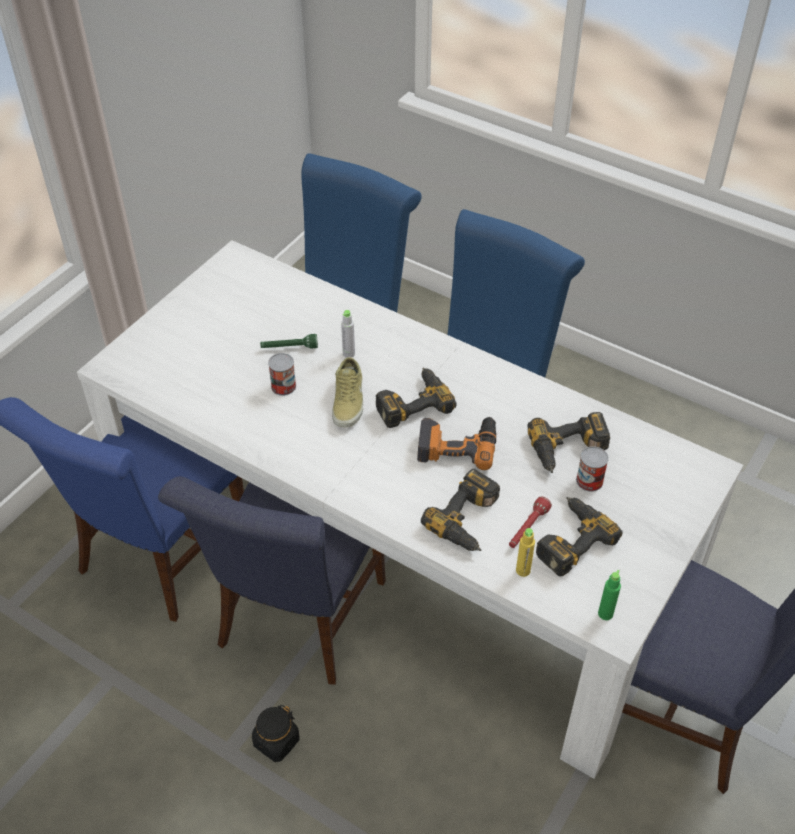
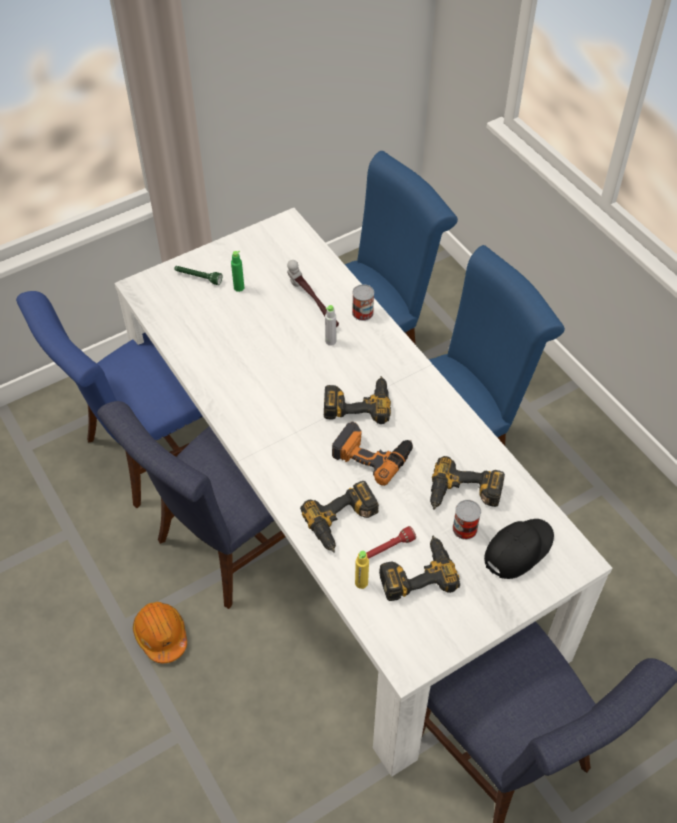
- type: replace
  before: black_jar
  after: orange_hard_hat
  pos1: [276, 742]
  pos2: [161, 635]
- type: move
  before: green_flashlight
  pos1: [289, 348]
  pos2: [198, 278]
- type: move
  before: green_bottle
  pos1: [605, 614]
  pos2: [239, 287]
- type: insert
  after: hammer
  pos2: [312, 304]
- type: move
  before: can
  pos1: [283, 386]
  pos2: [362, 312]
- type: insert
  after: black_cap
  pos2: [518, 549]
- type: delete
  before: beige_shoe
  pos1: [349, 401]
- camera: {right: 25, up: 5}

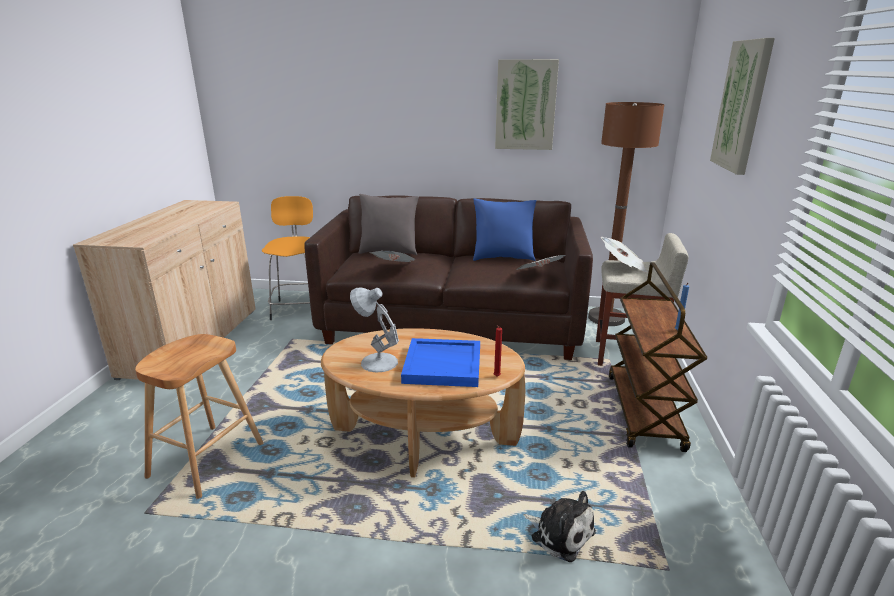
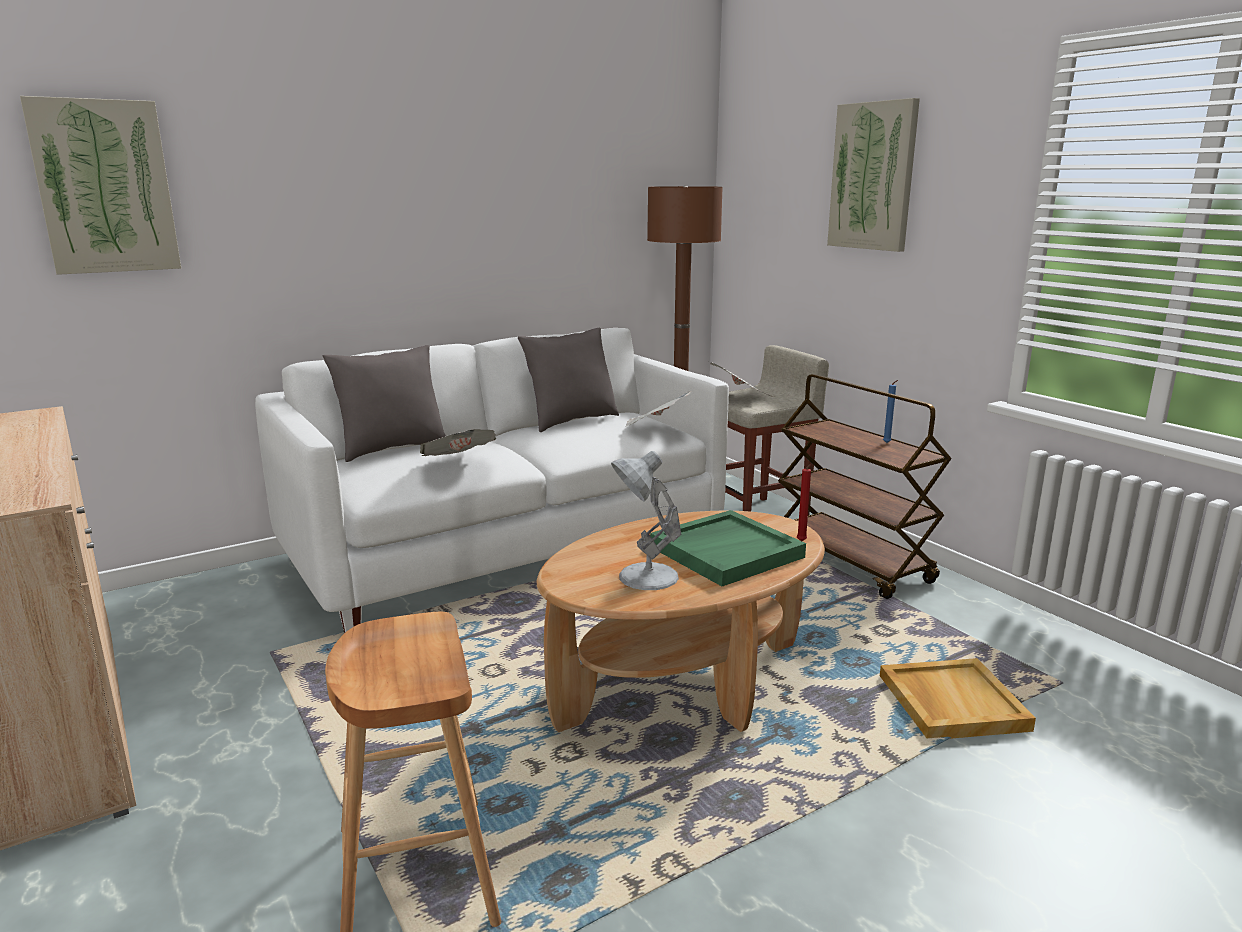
- type: move
  before: picture
  pos1: [525, 105]
  pos2: [105, 187]
- type: recolor
  before: brown_sofa
  after: white_sofa
  pos1: [452, 325]
  pos2: [508, 548]
- type: recolor
  before: blue_pillow
  after: grey_pillow
  pos1: [503, 258]
  pos2: [571, 421]
- type: recolor
  before: blue_tray
  after: green_tray
  pos1: [443, 365]
  pos2: [726, 551]
- type: replace
  before: plush_toy
  after: beige_tray
  pos1: [559, 533]
  pos2: [950, 702]
- type: delete
  before: orange_stool
  pos1: [298, 308]
- camera: {right: -40, up: -5}

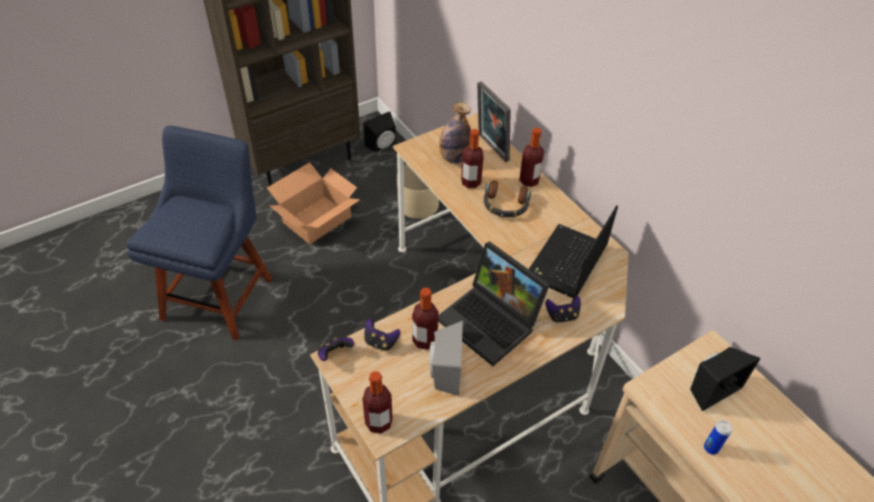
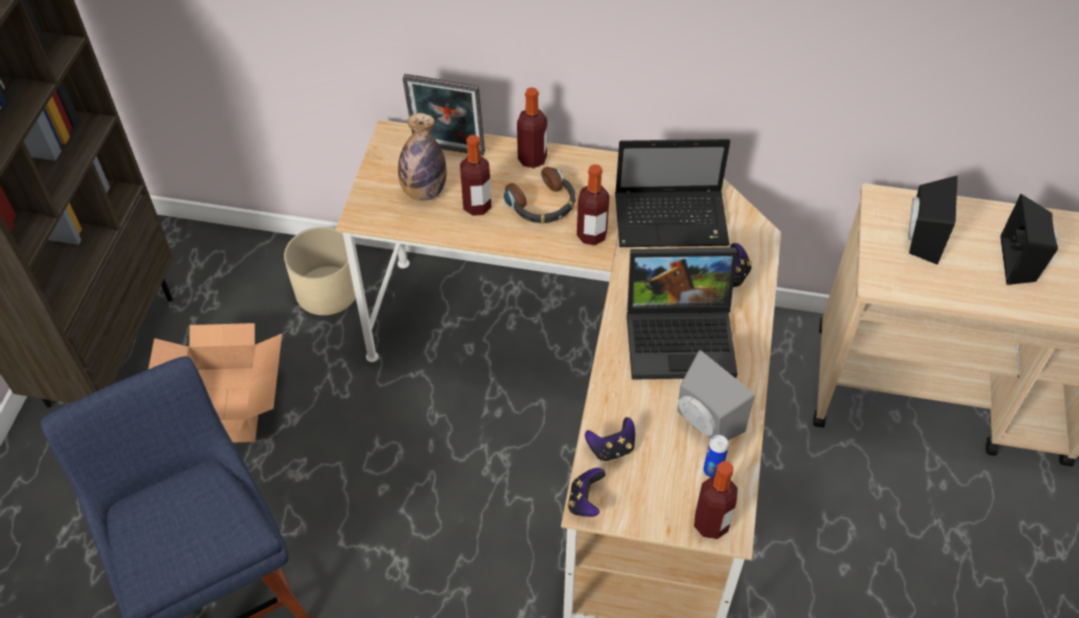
- type: move
  before: bottle
  pos1: [425, 340]
  pos2: [591, 235]
- type: rotate
  before: laptop
  pos1: [566, 263]
  pos2: [673, 220]
  turn: -75
- type: move
  before: can
  pos1: [710, 448]
  pos2: [712, 470]
- type: move
  before: black_speaker
  pos1: [382, 146]
  pos2: [1022, 262]
- camera: {right: -45, up: 5}

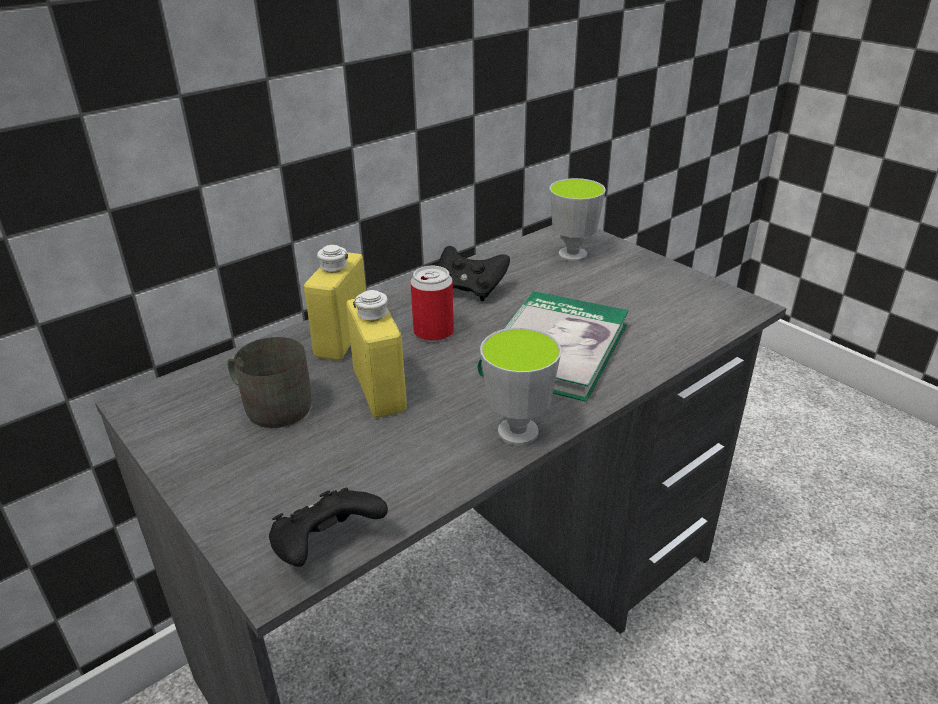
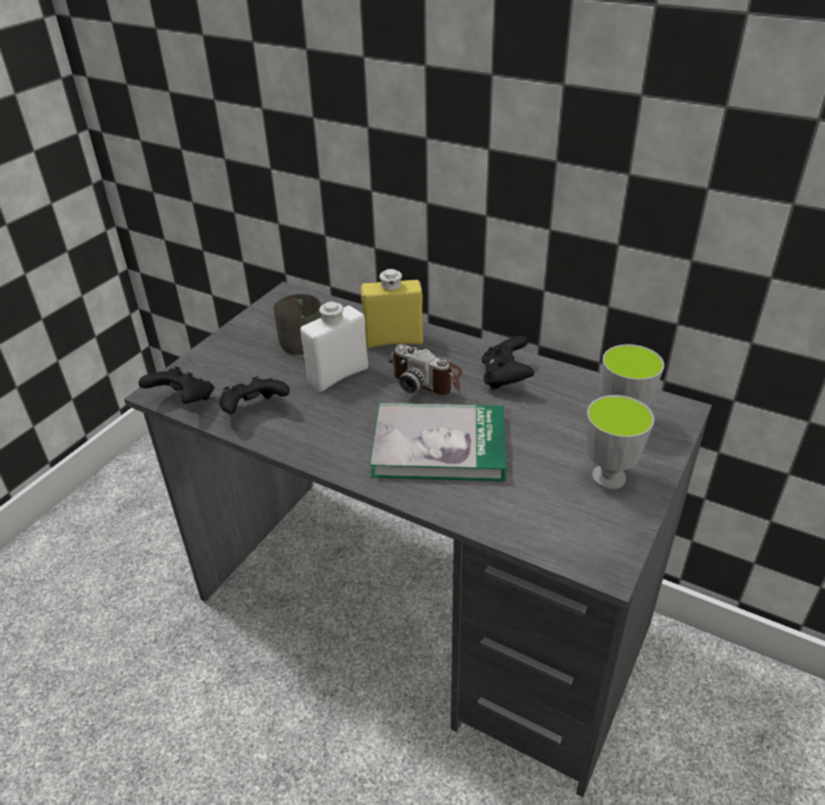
- type: insert
  after: black_game_controller
  pos2: [255, 411]
- type: recolor
  before: yellow_bottle
  after: white_bottle
  pos1: [379, 391]
  pos2: [338, 375]
- type: replace
  before: can
  after: photo_camera
  pos1: [433, 332]
  pos2: [427, 377]
- type: move
  before: cup
  pos1: [518, 432]
  pos2: [608, 477]
- camera: {right: 70, up: 5}

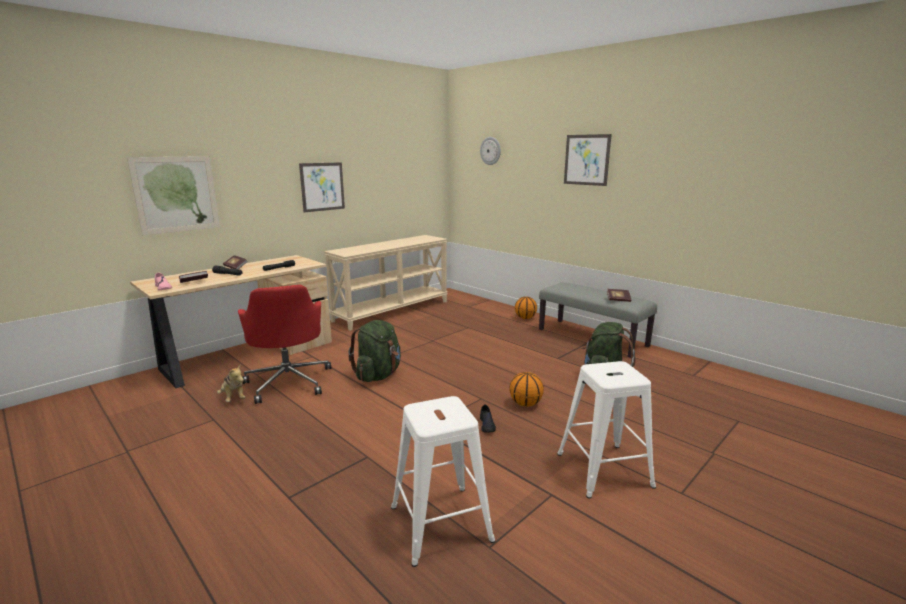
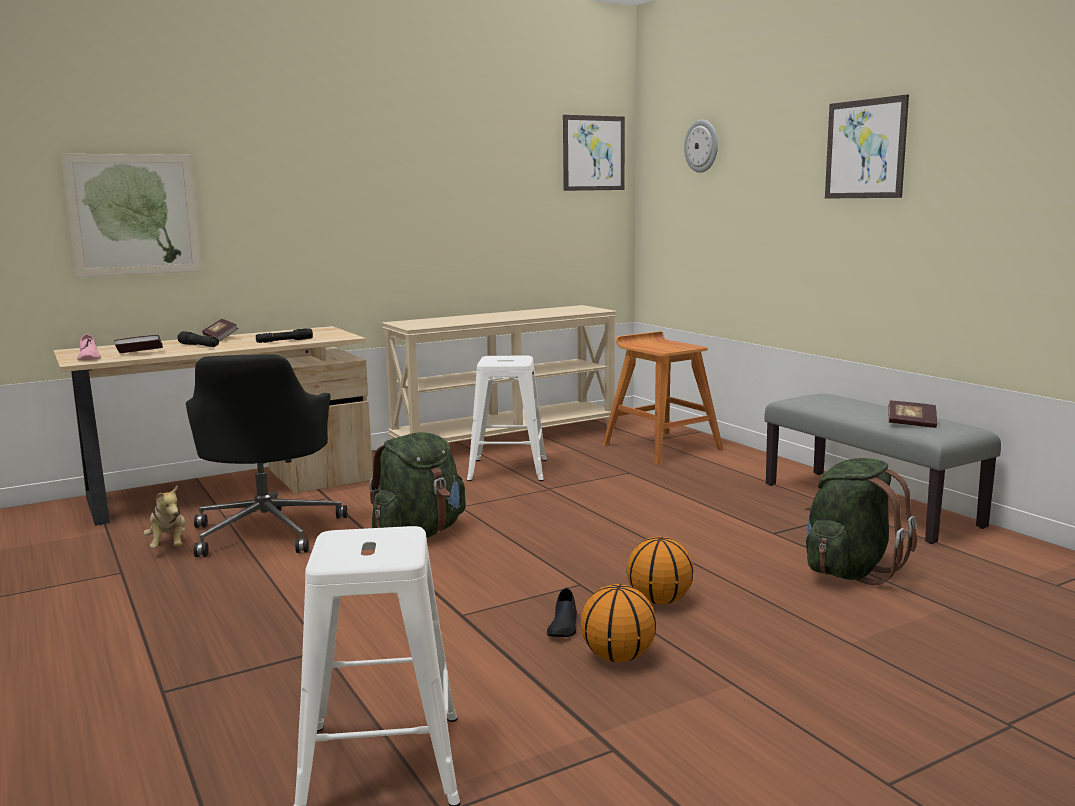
- type: recolor
  before: red_office_chair
  after: black_office_chair
  pos1: [289, 381]
  pos2: [267, 530]
- type: move
  before: white_stool
  pos1: [604, 469]
  pos2: [509, 469]
- type: move
  before: picture
  pos1: [322, 186]
  pos2: [593, 153]
- type: move
  before: basketball
  pos1: [525, 318]
  pos2: [619, 657]
- type: insert
  after: brown_stool
  pos2: [661, 447]
- camera: {right: 15, up: -5}

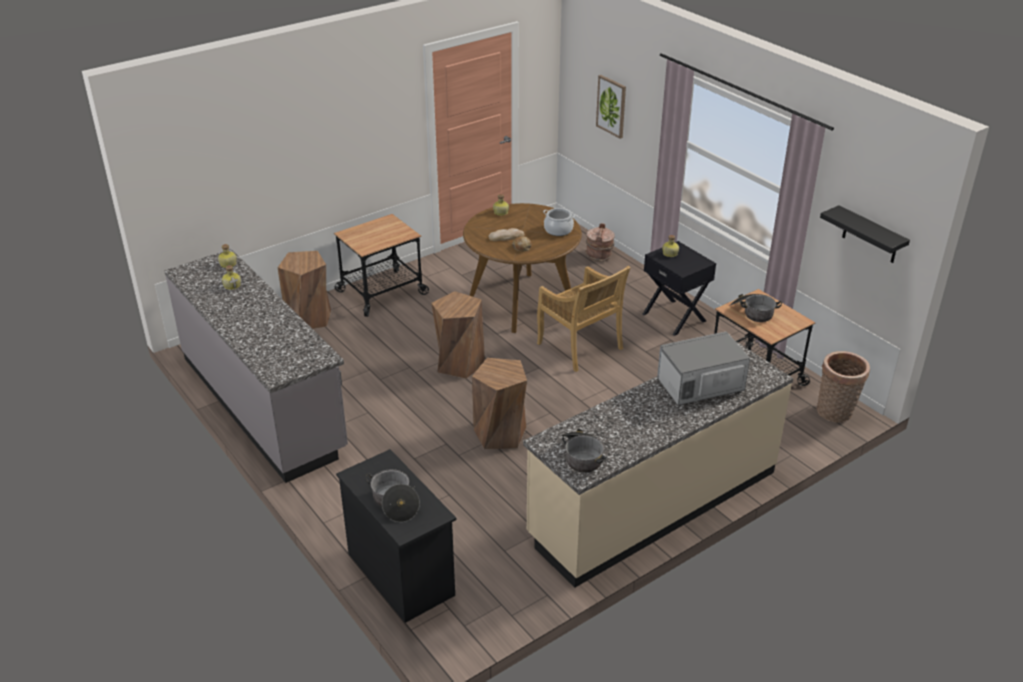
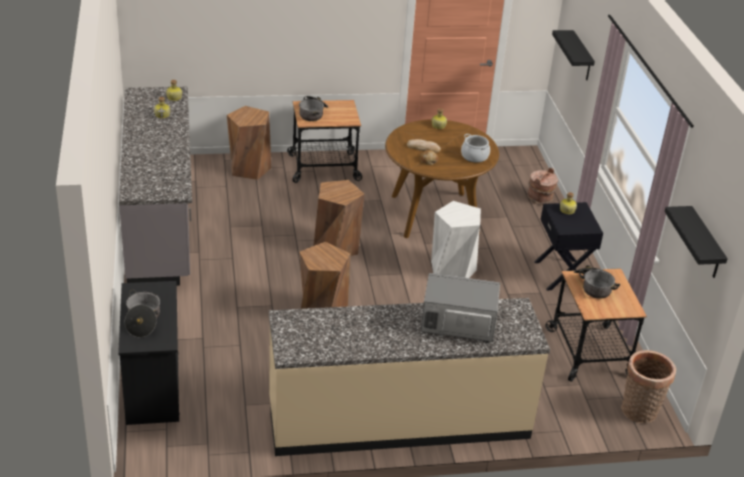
- type: move
  before: cooking_pot
  pos1: [582, 456]
  pos2: [313, 113]
- type: replace
  before: beige_chair
  after: white_stool
  pos1: [580, 347]
  pos2: [452, 270]
- type: replace
  before: picture
  after: black_shelf
  pos1: [611, 106]
  pos2: [581, 56]
- camera: {right: 25, up: 0}

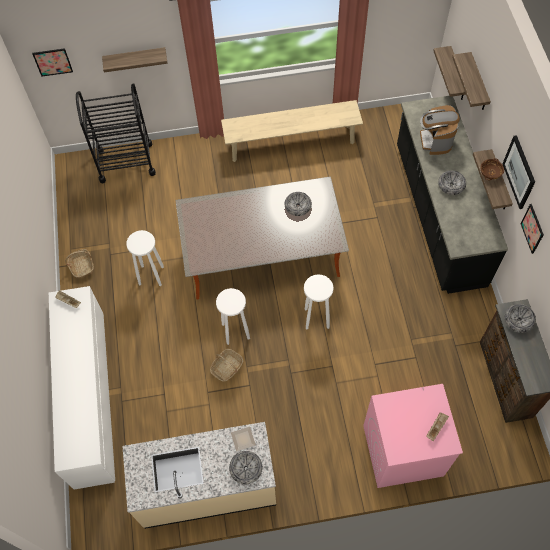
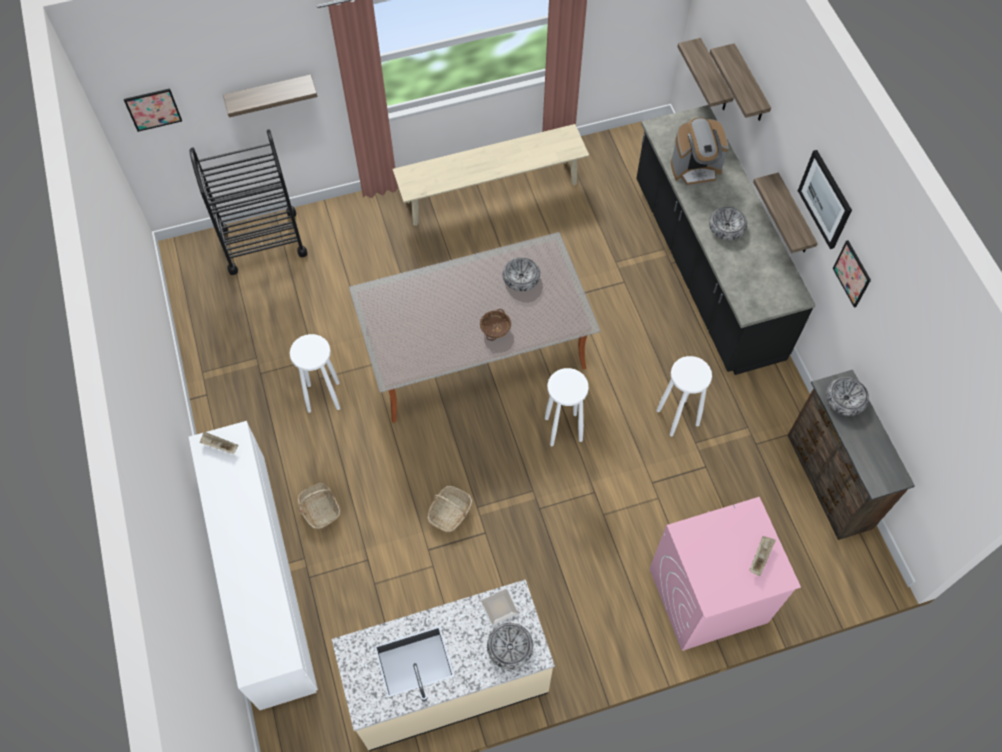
- type: move
  before: basket
  pos1: [82, 266]
  pos2: [320, 509]
- type: move
  before: brown_bowl
  pos1: [490, 172]
  pos2: [495, 328]
- type: move
  before: white_stool
  pos1: [235, 331]
  pos2: [677, 417]
- type: rotate
  before: coffee_machine
  pos1: [435, 141]
  pos2: [695, 169]
  turn: -90
- camera: {right: -10, up: 0}

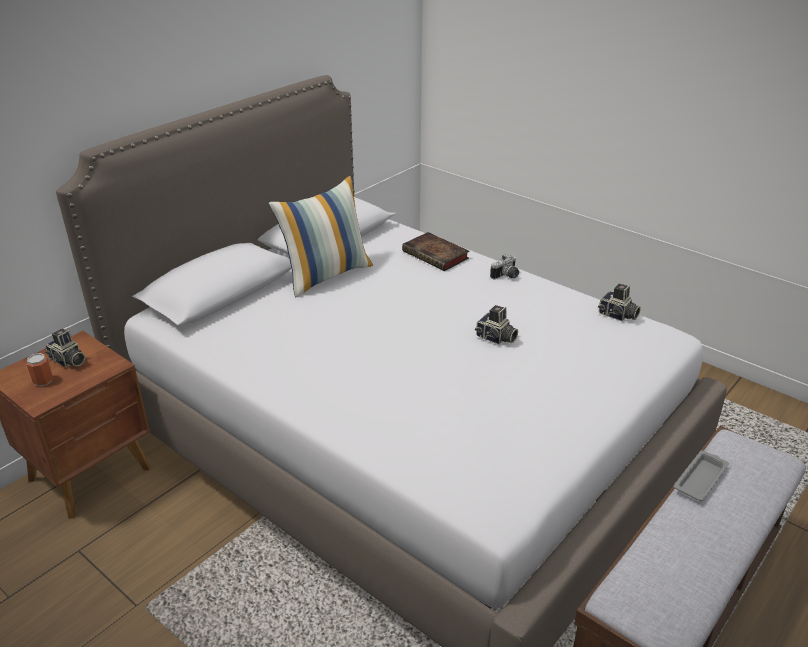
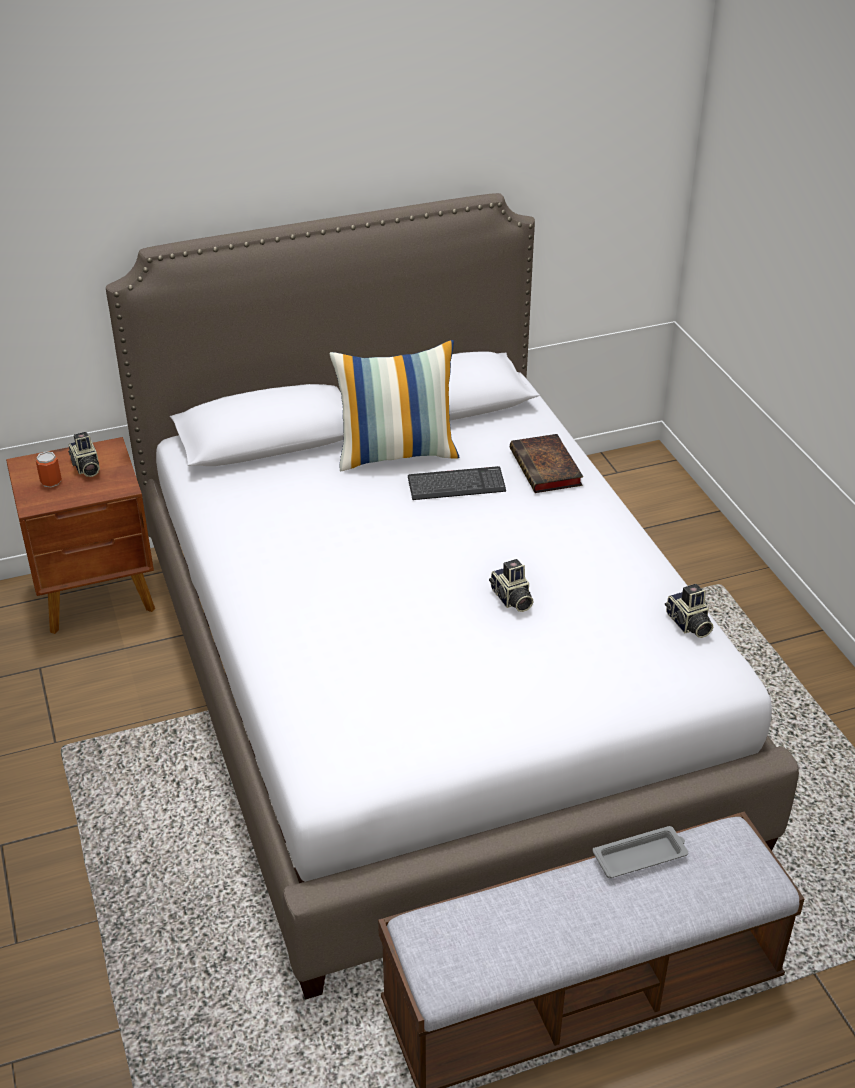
- type: insert
  after: keyboard
  pos2: [456, 485]
- type: delete
  before: photo_camera
  pos1: [506, 276]
- camera: {right: 30, up: 5}

